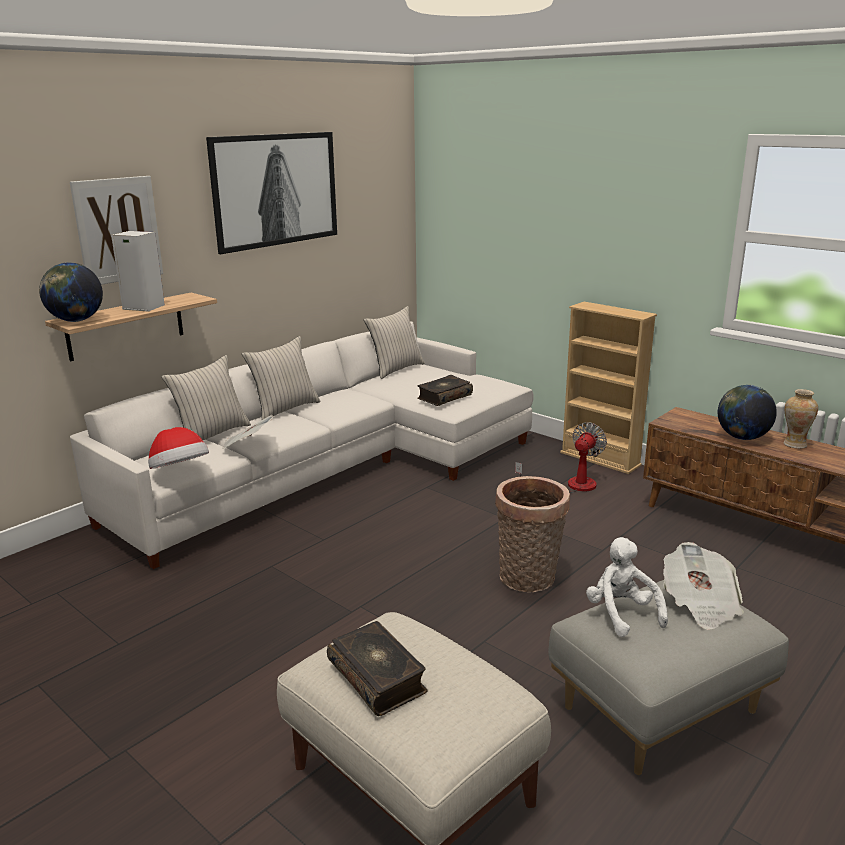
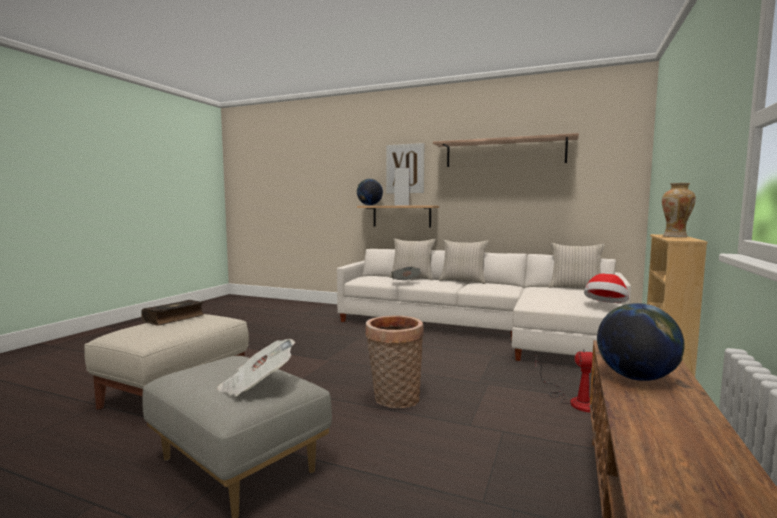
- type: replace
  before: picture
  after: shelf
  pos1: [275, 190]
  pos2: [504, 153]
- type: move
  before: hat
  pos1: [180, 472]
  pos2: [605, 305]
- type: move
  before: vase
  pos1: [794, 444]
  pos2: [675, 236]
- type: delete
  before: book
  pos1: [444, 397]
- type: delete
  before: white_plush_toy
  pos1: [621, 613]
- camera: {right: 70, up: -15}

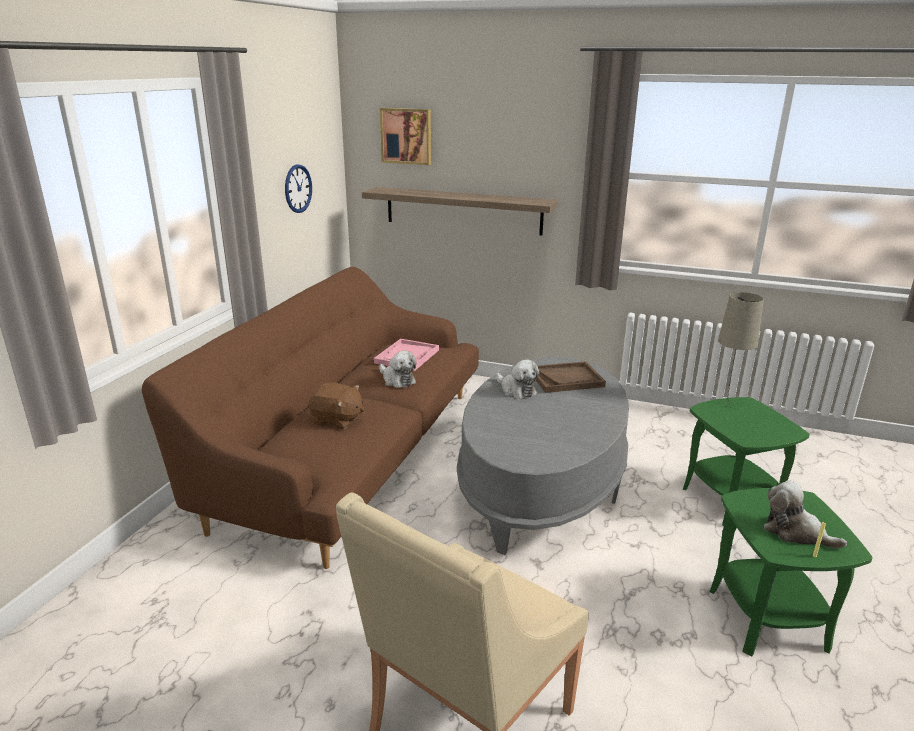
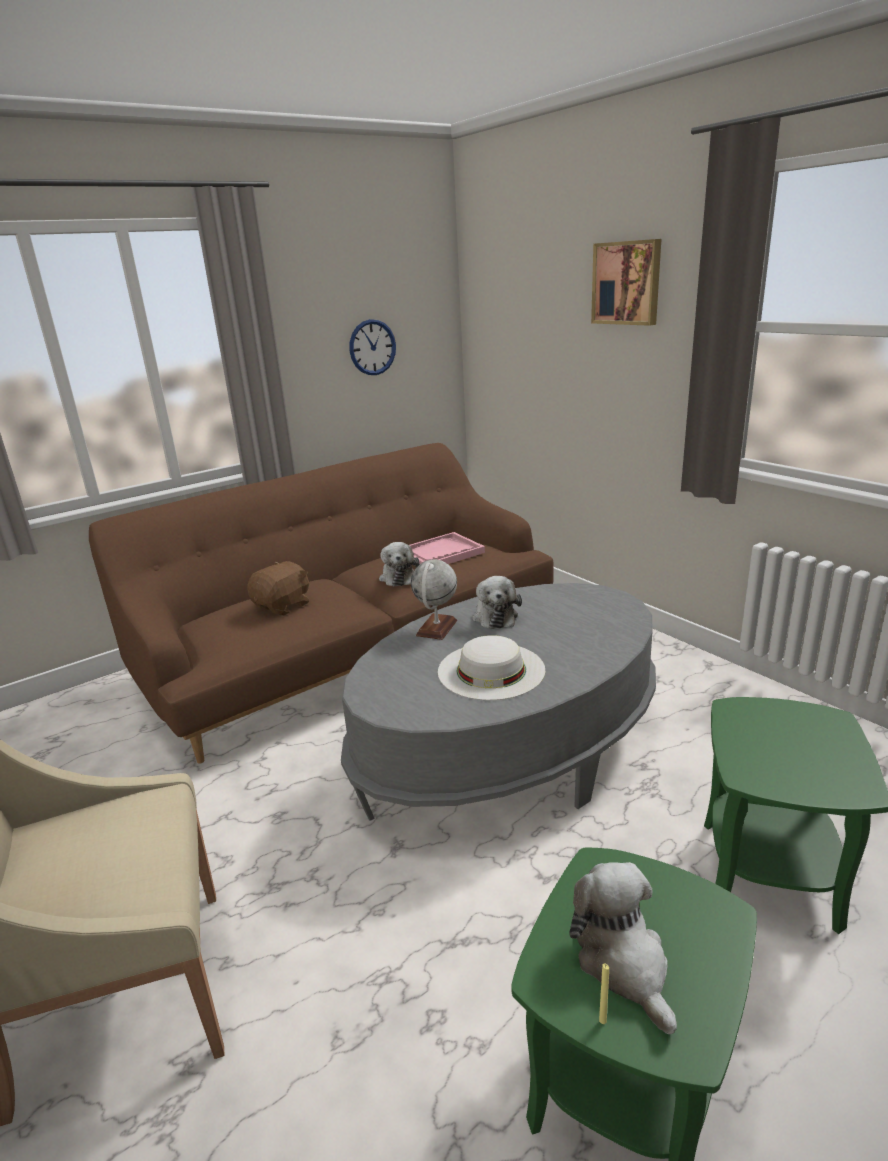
- type: rotate
  before: brown_plush_toy
  pos1: [337, 420]
  pos2: [283, 606]
  turn: -105
- type: insert
  after: globe
  pos2: [436, 628]
- type: insert
  after: white_hat
  pos2: [491, 670]
- type: move
  before: picture
  pos1: [406, 136]
  pos2: [627, 283]
- type: delete
  before: shelf
  pos1: [463, 210]
- type: delete
  before: brown_tray
  pos1: [566, 379]
- type: delete
  before: beige_table_lamp
  pos1: [725, 403]
- camera: {right: 35, up: 0}

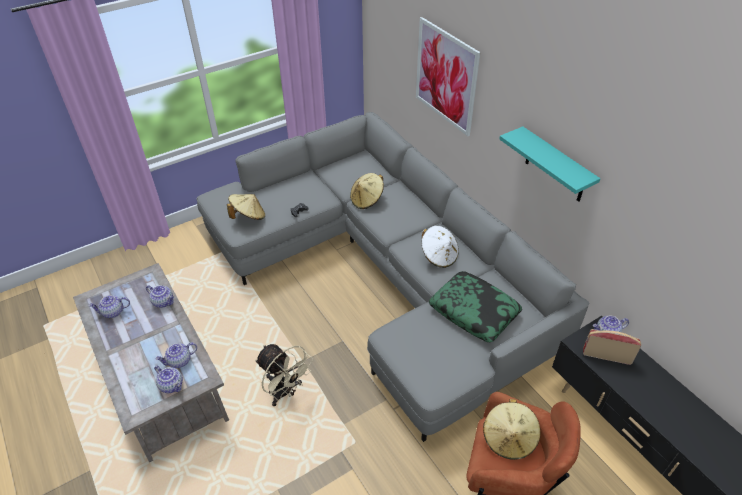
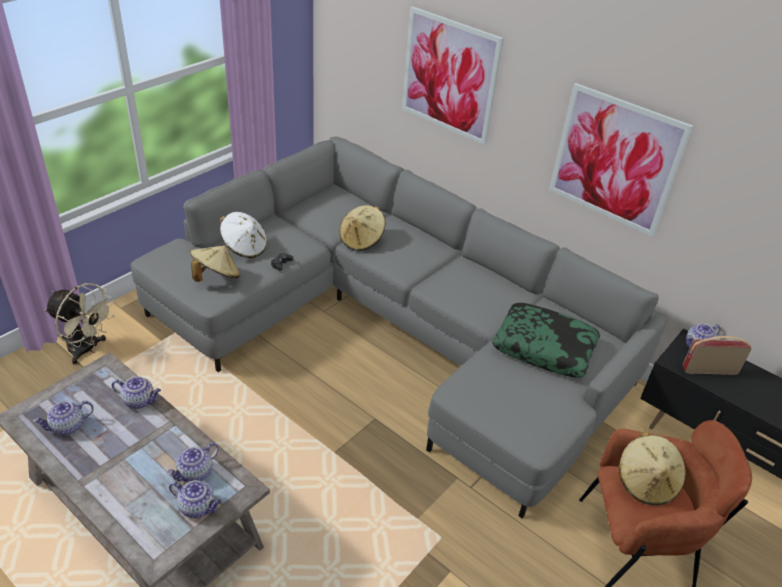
- type: move
  before: beige_fan
  pos1: [285, 392]
  pos2: [87, 350]
- type: move
  before: white_hat
  pos1: [439, 256]
  pos2: [244, 248]
- type: replace
  before: turquoise_shelf
  after: picture
  pos1: [555, 166]
  pos2: [615, 160]
- camera: {right: -20, up: -5}

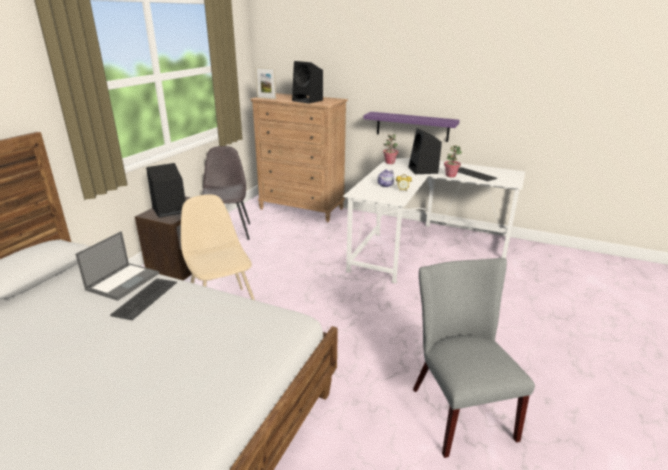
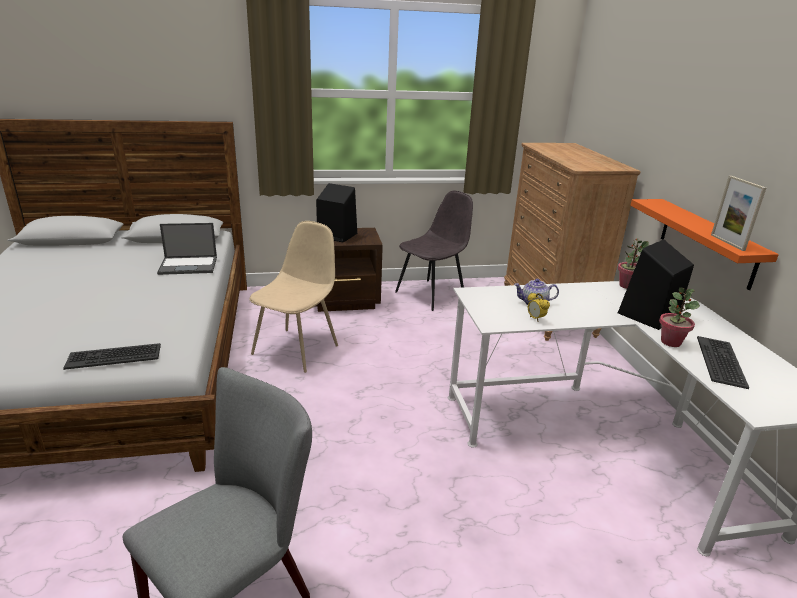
- type: move
  before: keyboard
  pos1: [145, 298]
  pos2: [114, 356]
- type: recolor
  before: purple_shelf
  after: orange_shelf
  pos1: [412, 126]
  pos2: [707, 242]
- type: move
  before: picture_frame
  pos1: [266, 98]
  pos2: [727, 242]
- type: delete
  before: black_speaker
  pos1: [308, 100]
- camera: {right: 55, up: 0}

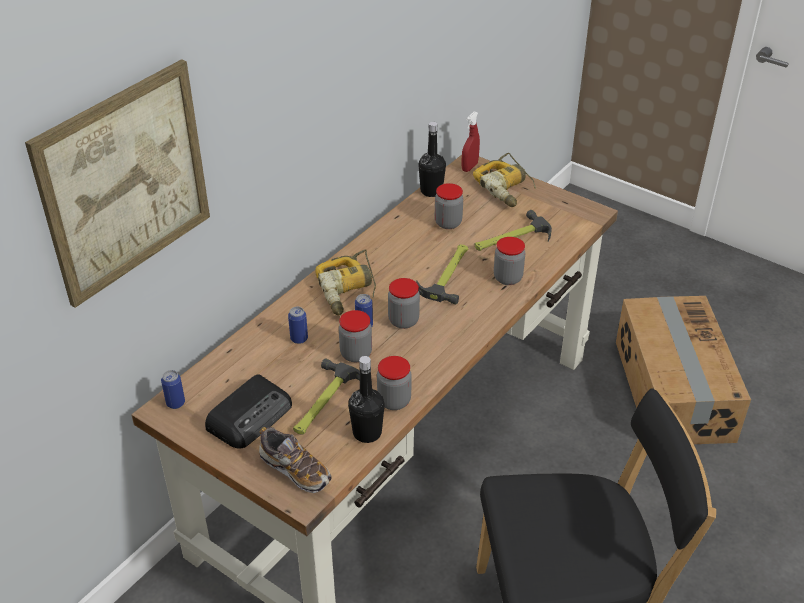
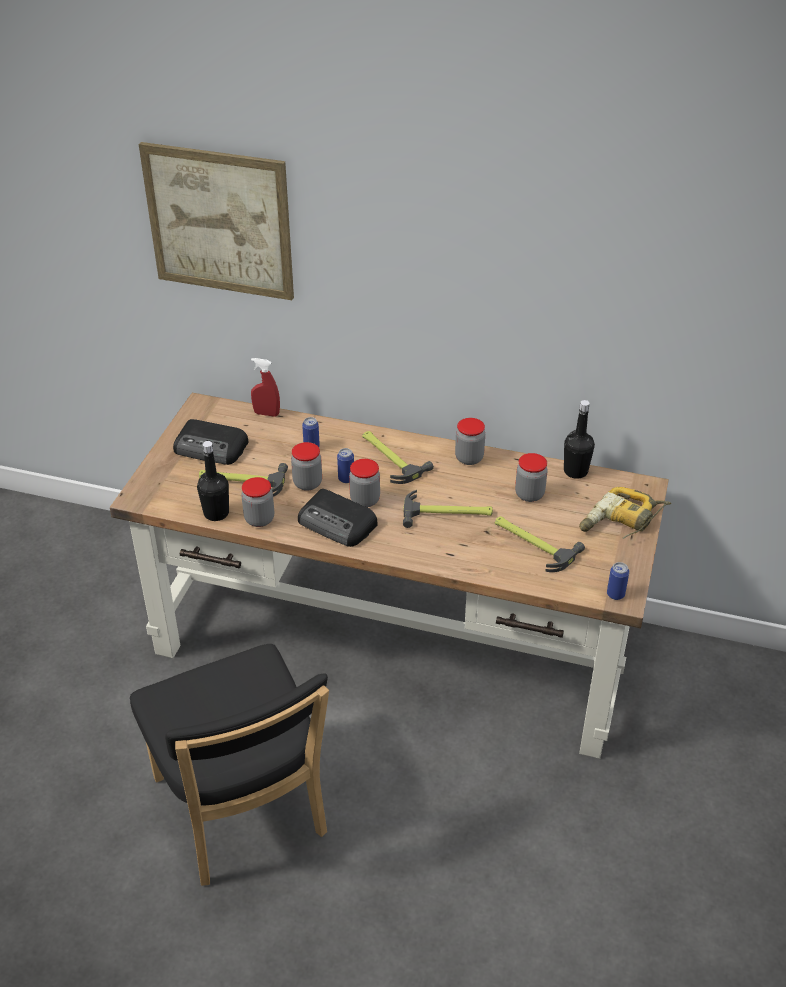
- type: move
  before: red_spray_bottle
  pos1: [469, 167]
  pos2: [266, 414]
- type: insert
  after: radio
  pos2: [338, 524]
- type: replace
  before: power_drill
  after: hammer
  pos1: [349, 289]
  pos2: [390, 457]
- type: move
  before: jar
  pos1: [507, 278]
  pos2: [469, 458]
- type: move
  before: can
  pos1: [175, 403]
  pos2: [615, 594]
- type: delete
  before: shoe
  pos1: [295, 470]
- type: delete
  before: cardboard_box
  pos1: [672, 390]
- camera: {right: 70, up: 0}

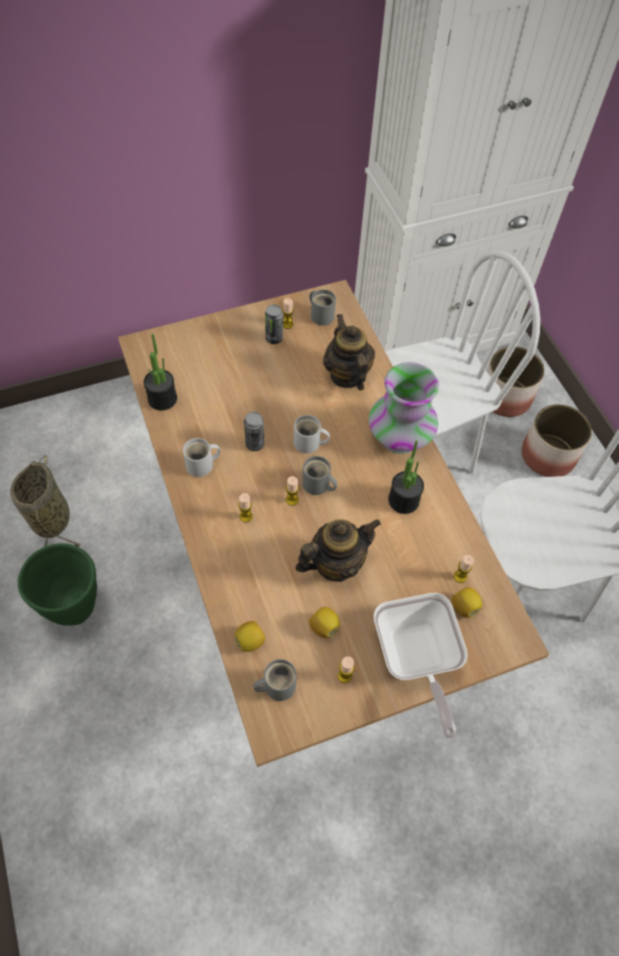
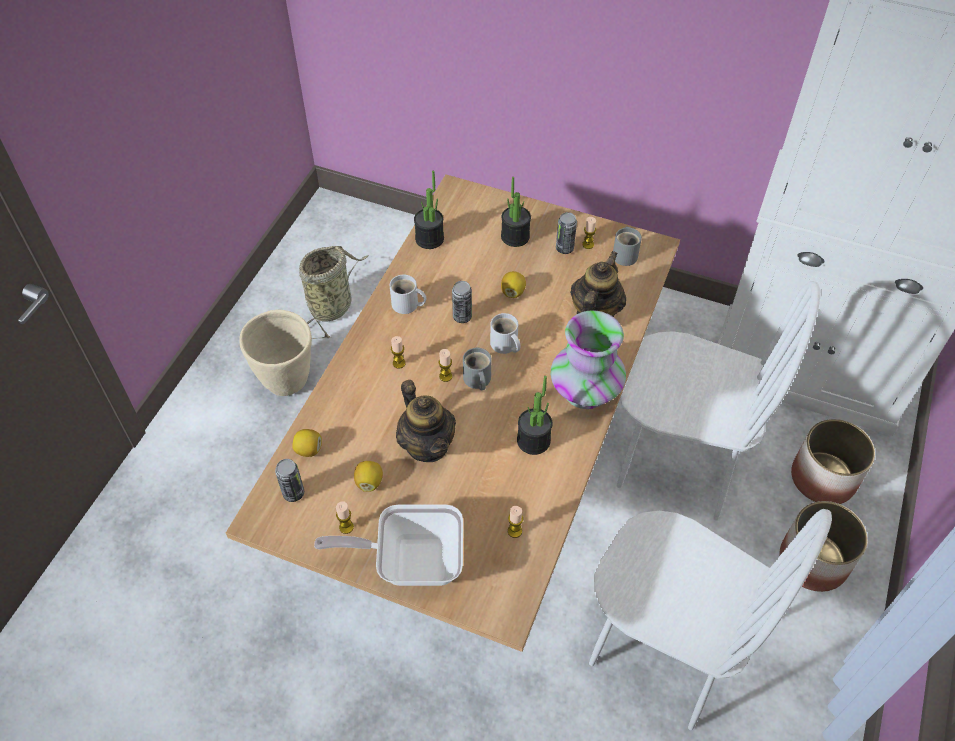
- type: recolor
  before: green_planter
  after: beige_planter
  pos1: [74, 607]
  pos2: [287, 381]
- type: replace
  before: grey_mug
  after: can
  pos1: [276, 685]
  pos2: [293, 493]
- type: rotate
  before: frying_pan
  pos1: [416, 659]
  pos2: [410, 560]
  turn: 60
- type: rotate
  before: teapot
  pos1: [335, 563]
  pos2: [427, 445]
  turn: 45
- type: insert
  after: potted_plant
  pos2: [515, 236]
- type: move
  before: lemon
  pos1: [464, 607]
  pos2: [513, 292]
- camera: {right: 45, up: -5}

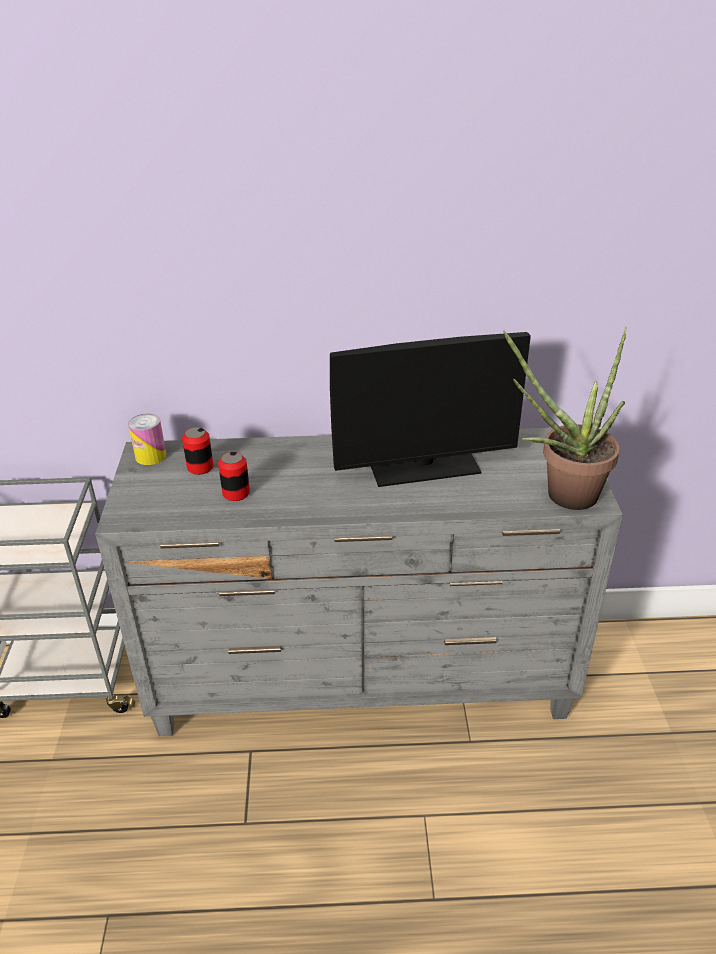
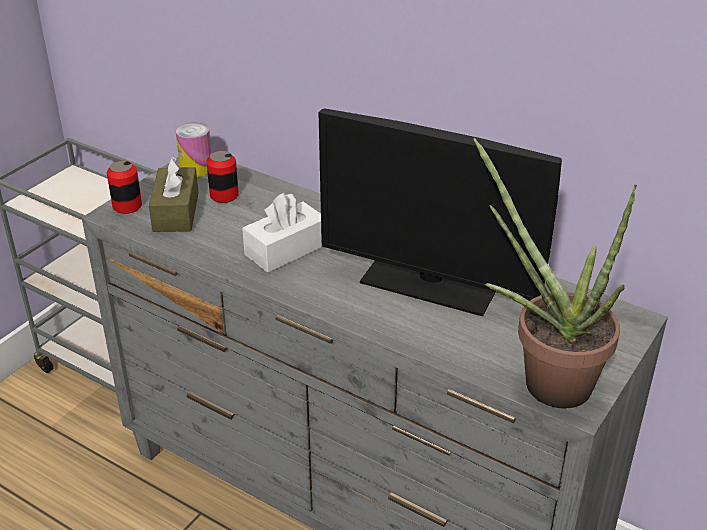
- type: move
  before: can
  pos1: [236, 493]
  pos2: [127, 206]
- type: insert
  after: brown_tissue_box
  pos2: [176, 212]
- type: insert
  after: white_tissue_box
  pos2: [286, 249]
- camera: {right: 35, up: 0}

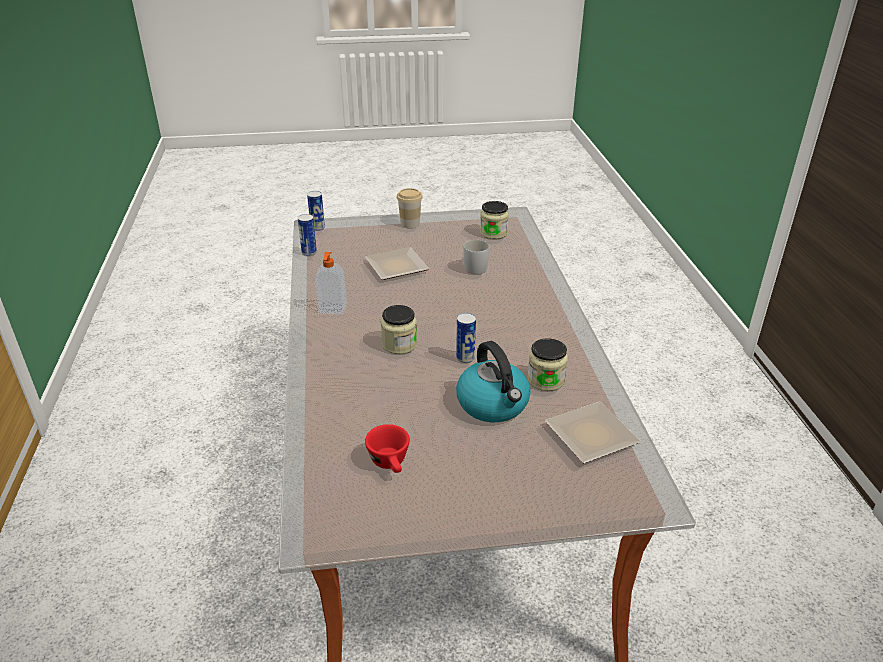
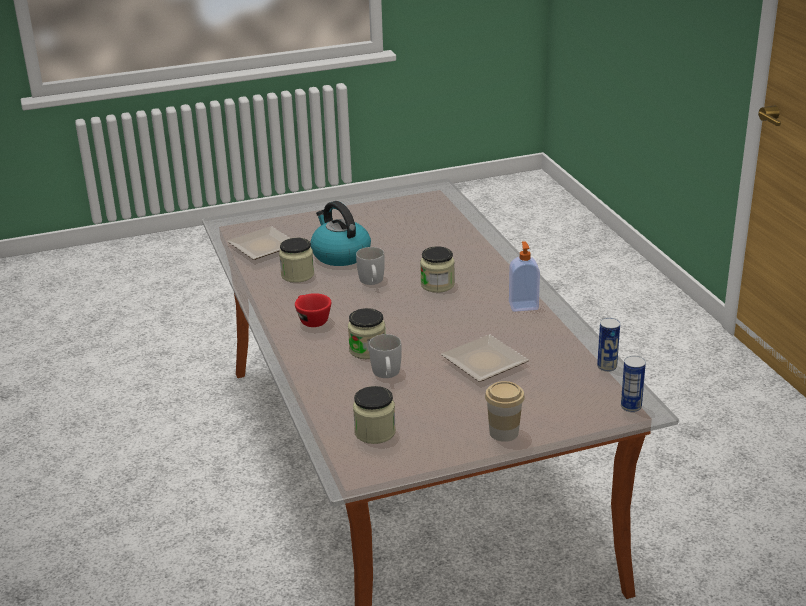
- type: move
  before: red_cup
  pos1: [391, 464]
  pos2: [311, 320]
- type: insert
  after: jar
  pos2: [367, 350]
- type: replace
  before: can
  after: white_mug
  pos1: [465, 358]
  pos2: [372, 282]
- camera: {right: 170, up: -5}

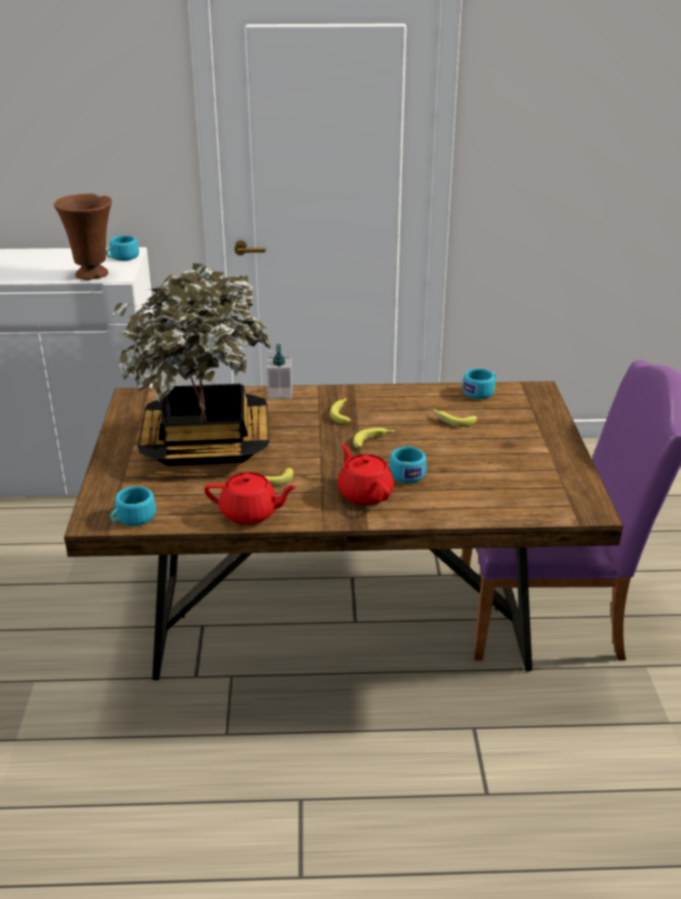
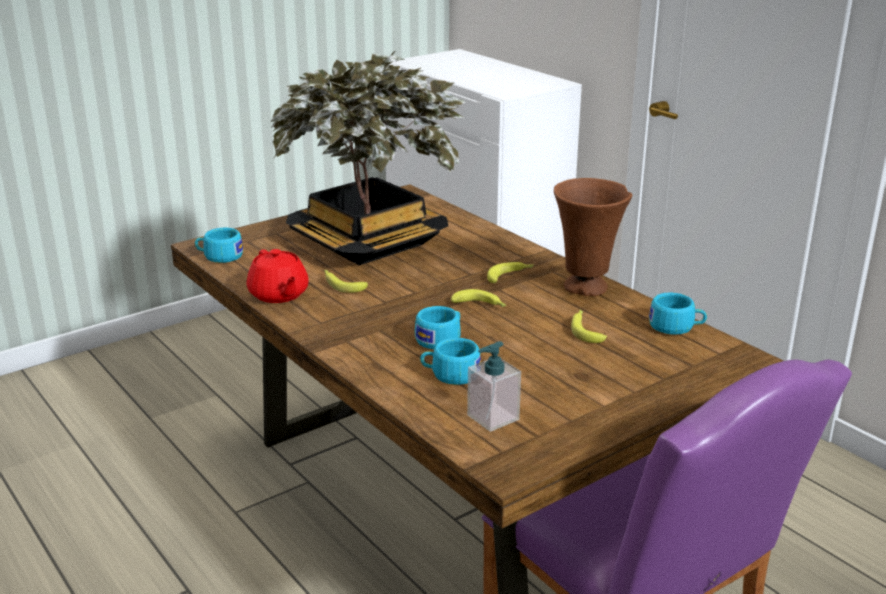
- type: move
  before: turquoise_cup
  pos1: [122, 258]
  pos2: [450, 374]
- type: move
  before: soap_dispenser
  pos1: [280, 393]
  pos2: [492, 417]
- type: move
  before: brown_vase
  pos1: [93, 275]
  pos2: [586, 288]
- type: delete
  before: red_teapot
  pos1: [365, 493]
- camera: {right: 55, up: -5}

